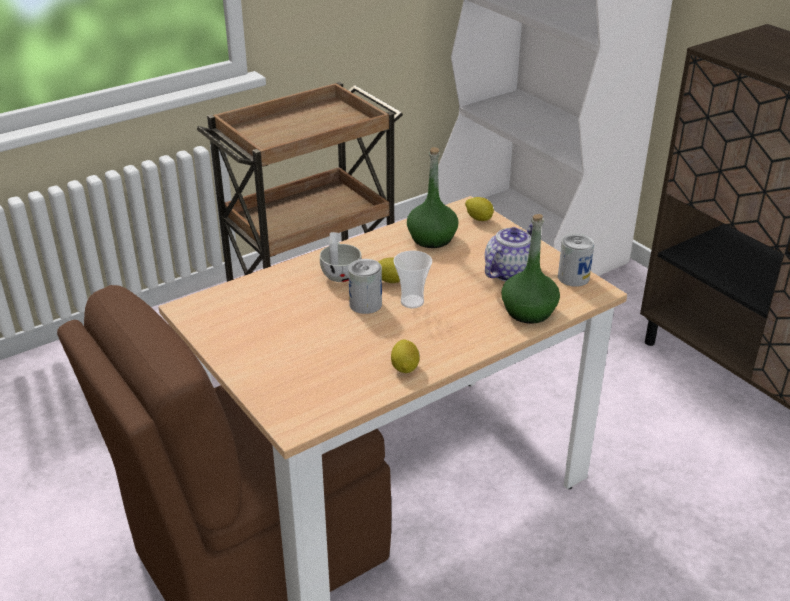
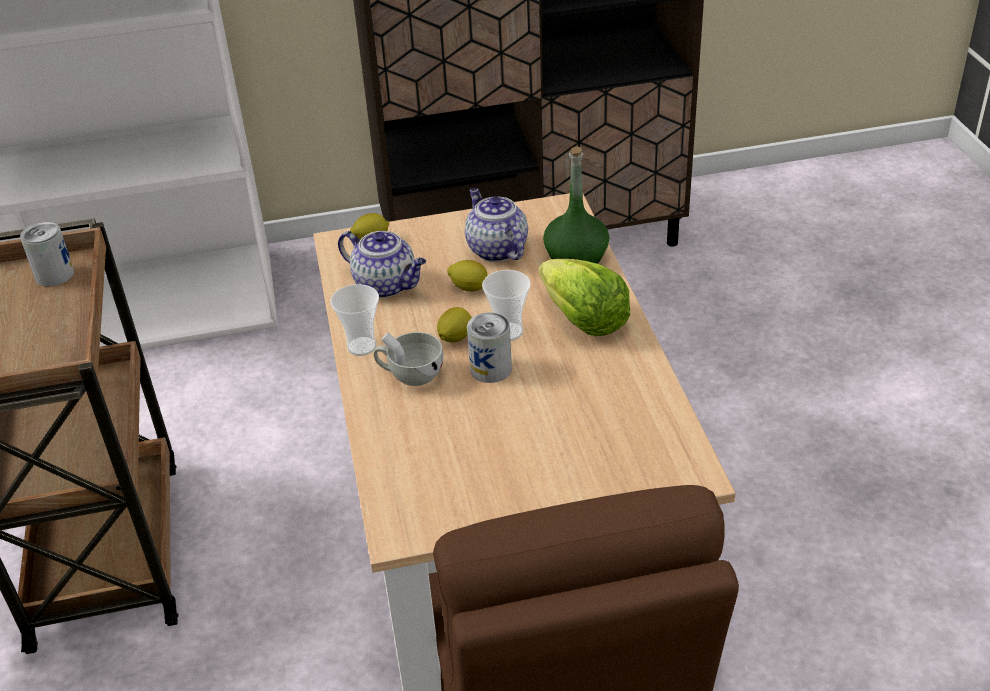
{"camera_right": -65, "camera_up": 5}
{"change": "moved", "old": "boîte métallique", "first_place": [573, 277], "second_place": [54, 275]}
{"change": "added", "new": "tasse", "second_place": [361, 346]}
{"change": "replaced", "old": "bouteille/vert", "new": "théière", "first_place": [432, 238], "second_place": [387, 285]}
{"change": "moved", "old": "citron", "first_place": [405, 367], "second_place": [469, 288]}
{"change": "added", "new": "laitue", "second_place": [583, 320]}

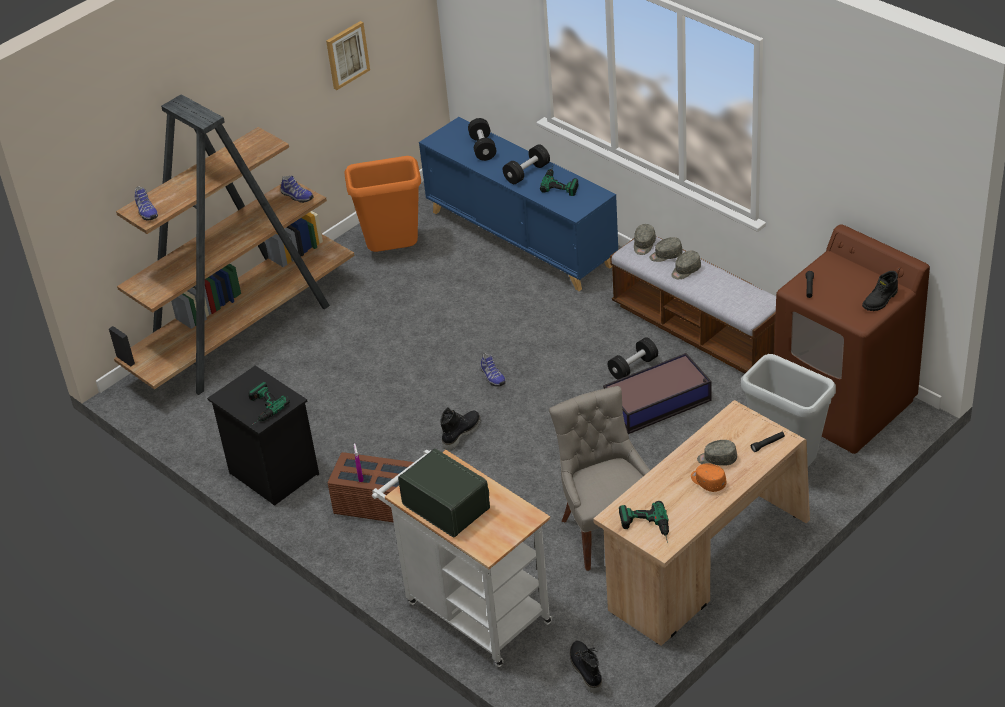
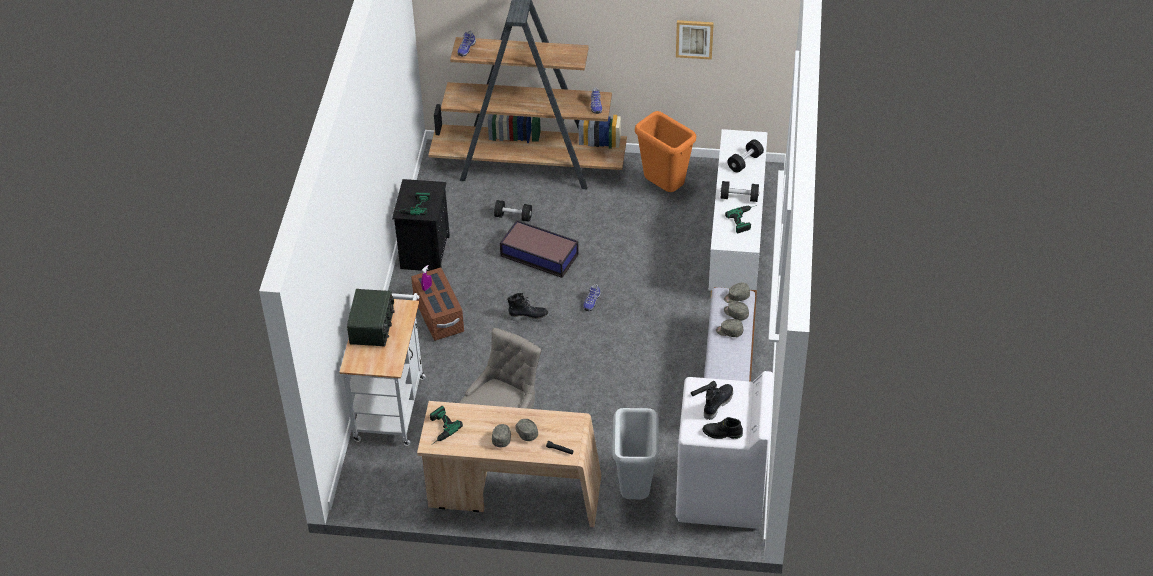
{"camera_right": 50, "camera_up": 5}
{"change": "recoloured", "old": "casquette/orange", "new": "casquette/gris", "first_place": [707, 482], "second_place": [502, 437]}
{"change": "moved", "old": "haltère/noir", "first_place": [633, 367], "second_place": [513, 216]}
{"change": "moved", "old": "boîte de rangement", "first_place": [659, 402], "second_place": [540, 256]}
{"change": "recoloured", "old": "lave-linge/marron", "new": "lave-linge/blanc", "first_place": [844, 405], "second_place": [721, 493]}
{"change": "moved", "old": "botte/noir", "first_place": [585, 670], "second_place": [717, 404]}
{"change": "recoloured", "old": "meuble de rangement/bleu", "new": "meuble de rangement/blanc", "first_place": [521, 239], "second_place": [736, 241]}

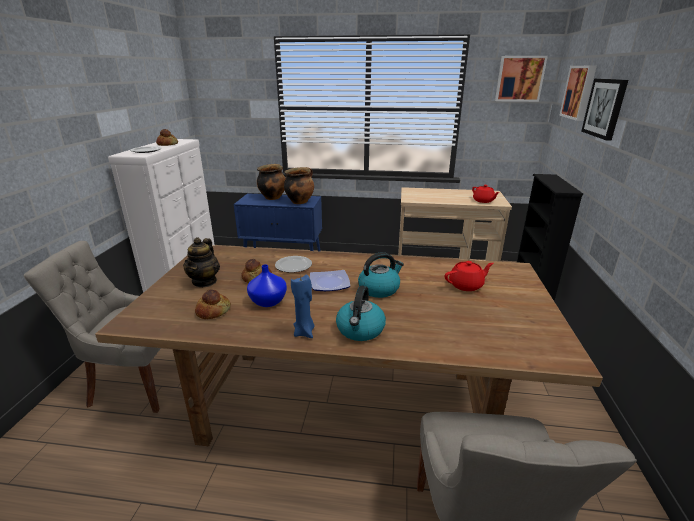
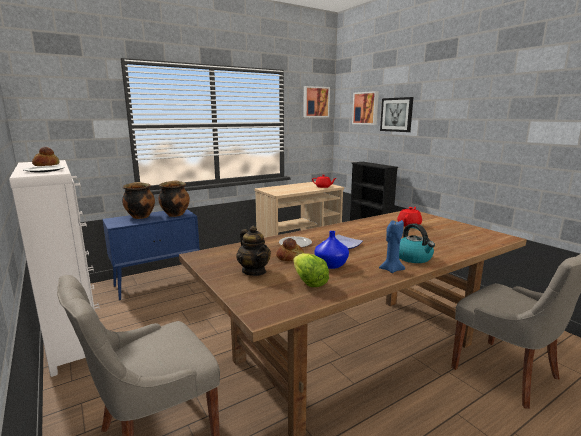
{"camera_right": -40, "camera_up": -10}
{"change": "replaced", "old": "pain", "new": "laitue", "first_place": [213, 311], "second_place": [309, 282]}
{"change": "removed", "old": "bouilloire", "first_place": [379, 289]}

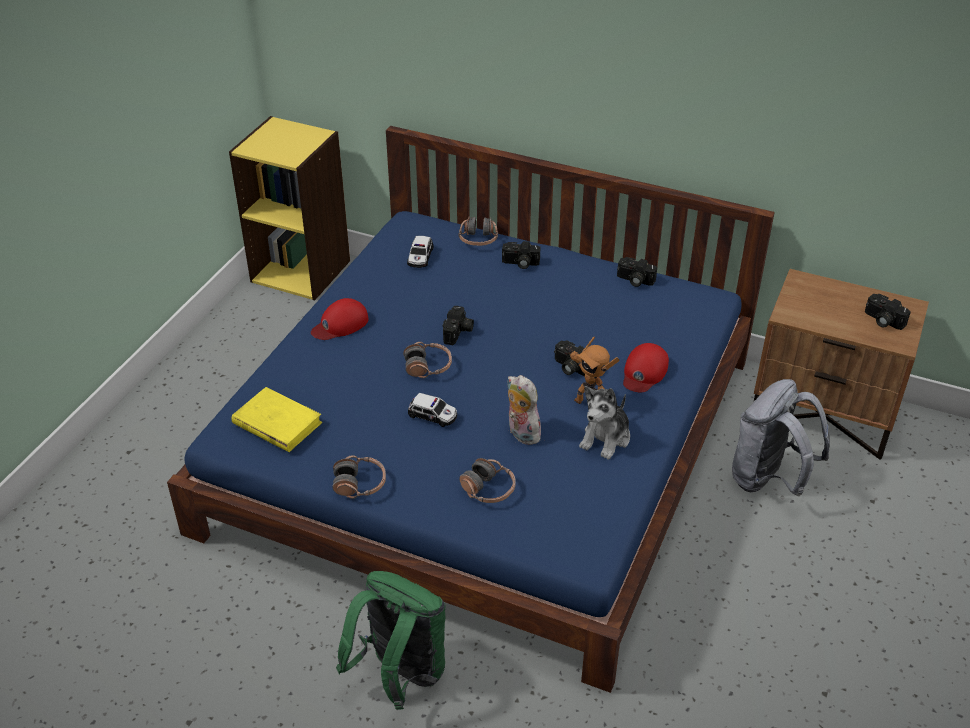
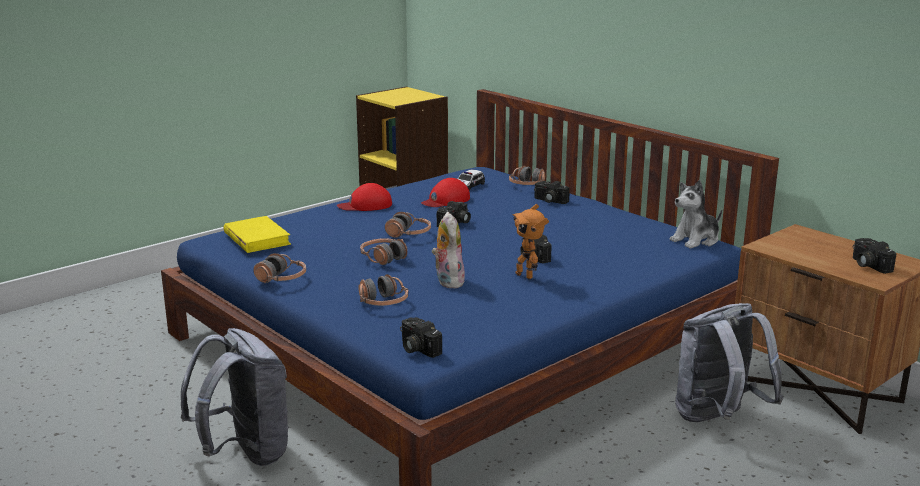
{"camera_right": 25, "camera_up": -20}
{"change": "recoloured", "old": "sac à dos/vert", "new": "sac à dos/gris", "first_place": [400, 675], "second_place": [245, 453]}
{"change": "replaced", "old": "petite voiture", "new": "casque audio", "first_place": [433, 415], "second_place": [383, 258]}
{"change": "moved", "old": "appareil photo", "first_place": [634, 280], "second_place": [416, 348]}
{"change": "moved", "old": "casquette/rouge", "first_place": [644, 372], "second_place": [445, 200]}
{"change": "moved", "old": "peluche", "first_place": [606, 438], "second_place": [696, 240]}

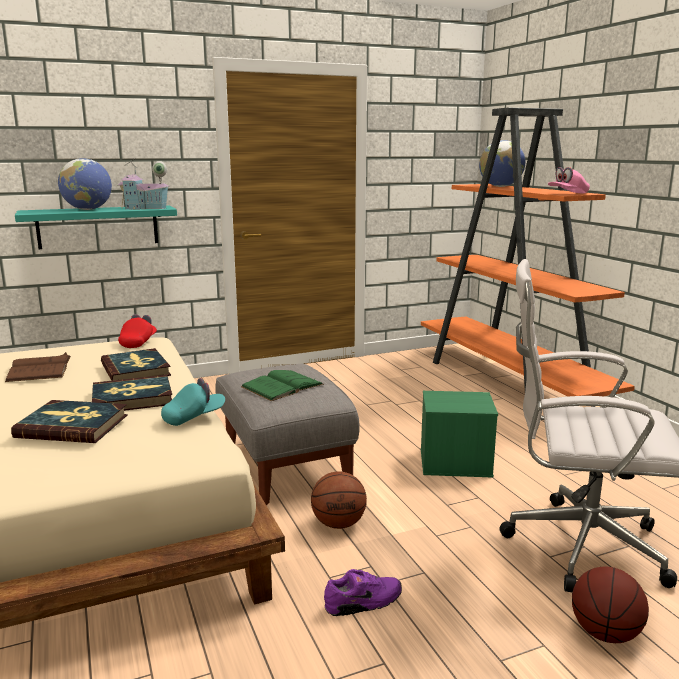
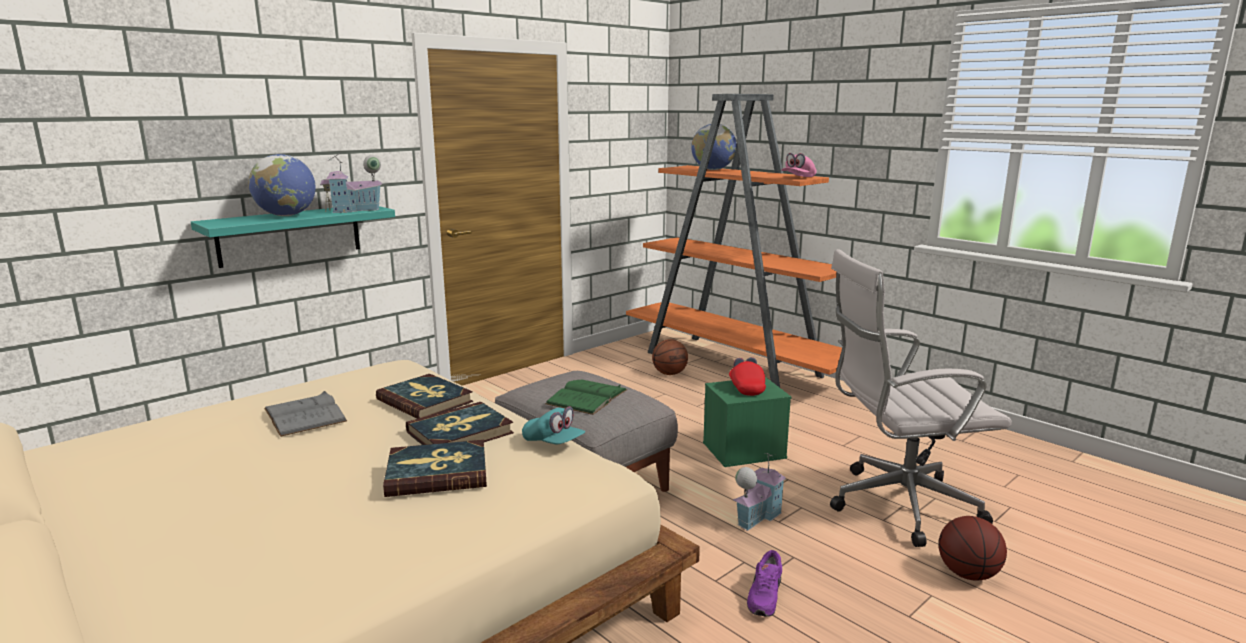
{"camera_right": -20, "camera_up": 0}
{"change": "recoloured", "old": "livre/marron", "new": "livre/gris", "first_place": [39, 368], "second_place": [305, 415]}
{"change": "turned", "old": "casquette/turquoise", "first_place": [194, 417], "second_place": [553, 443], "degrees": 90}
{"change": "moved", "old": "ballon de basket", "first_place": [339, 523], "second_place": [669, 373]}
{"change": "moved", "old": "casquette/rouge", "first_place": [138, 342], "second_place": [746, 388]}
{"change": "added", "new": "maison miniature", "second_place": [756, 516]}
{"change": "turned", "old": "chaussure/violet", "first_place": [364, 603], "second_place": [764, 596], "degrees": 150}

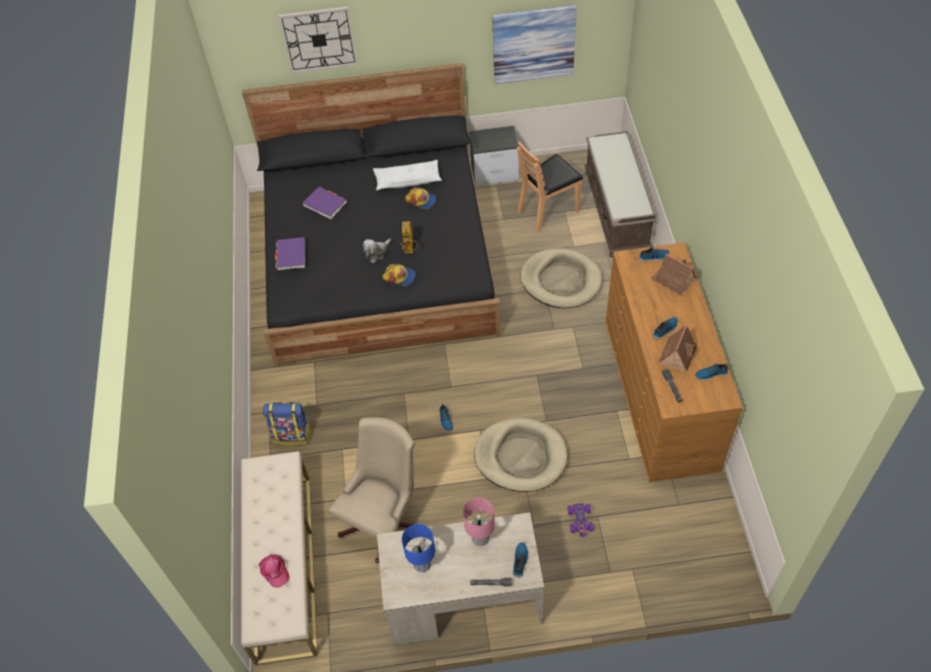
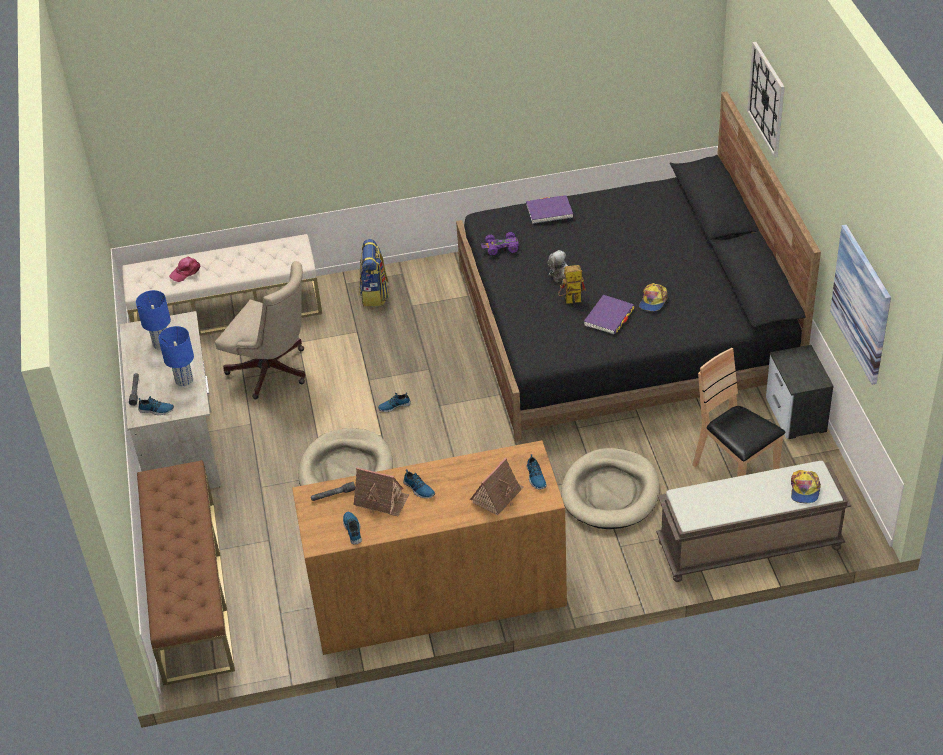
{"camera_right": 85, "camera_up": -10}
{"change": "added", "new": "banc/marron", "second_place": [189, 590]}
{"change": "recoloured", "old": "lampe de table/rose", "new": "lampe de table/bleu", "first_place": [481, 538], "second_place": [183, 380]}
{"change": "moved", "old": "petite voiture/violet", "first_place": [580, 521], "second_place": [501, 247]}
{"change": "moved", "old": "livre/violet", "first_place": [325, 204], "second_place": [609, 317]}
{"change": "moved", "old": "casquette", "first_place": [399, 277], "second_place": [804, 489]}
{"change": "removed", "old": "coussin/blanc", "first_place": [408, 180]}

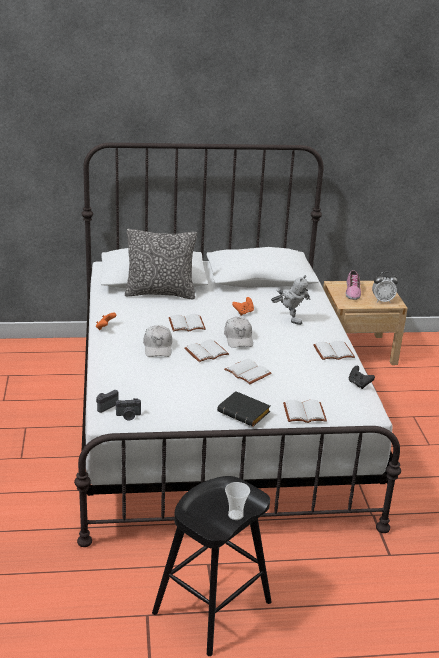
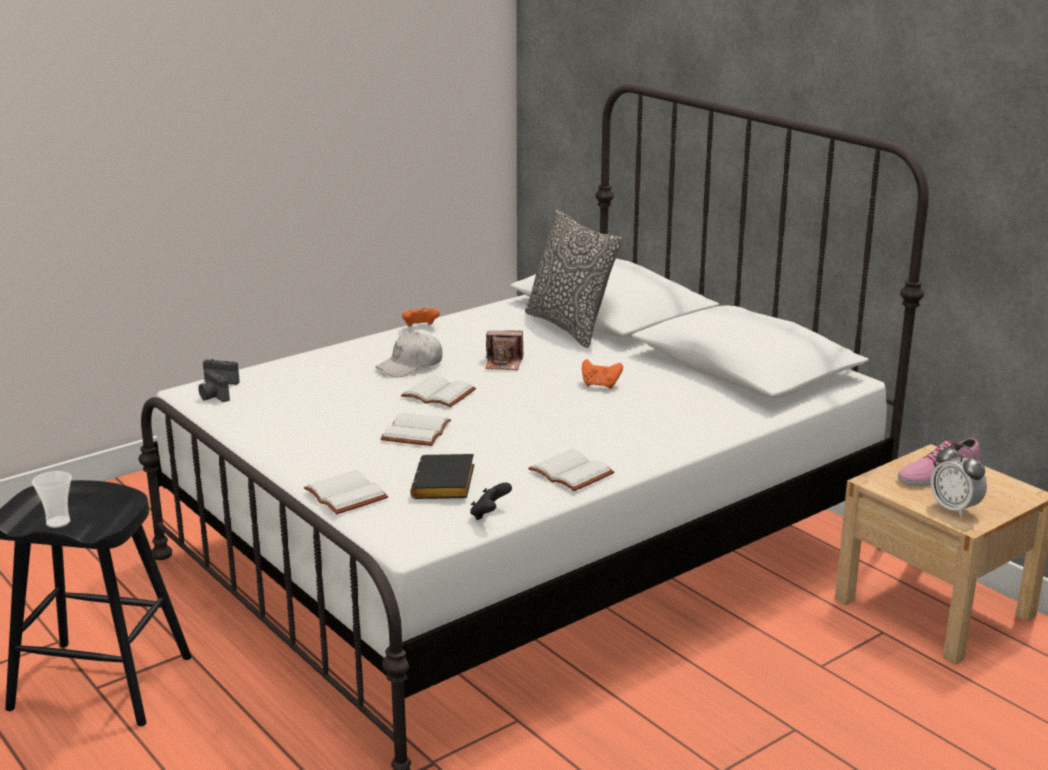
{"camera_right": 60, "camera_up": -5}
{"change": "moved", "old": "livre/noir", "first_place": [245, 413], "second_place": [445, 485]}
{"change": "replaced", "old": "livre/blanc", "new": "appareil photo", "first_place": [187, 324], "second_place": [504, 363]}
{"change": "removed", "old": "casquette/blanc", "first_place": [238, 338]}
{"change": "removed", "old": "robot jouet", "first_place": [289, 319]}

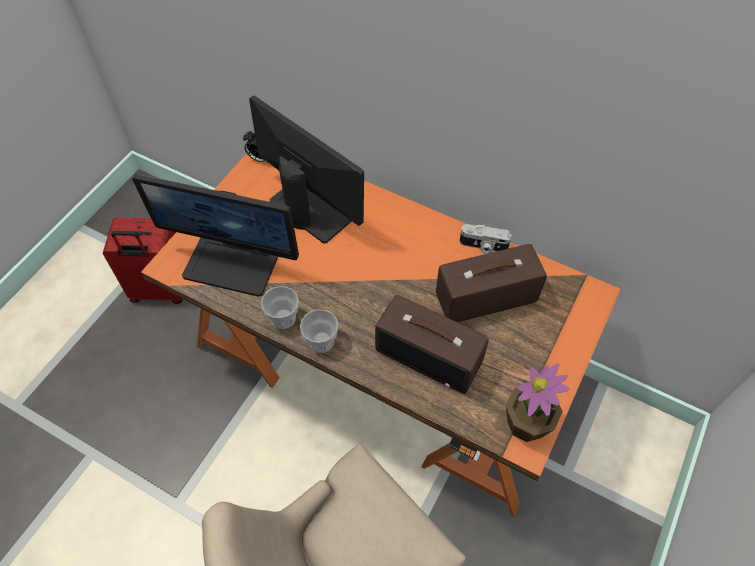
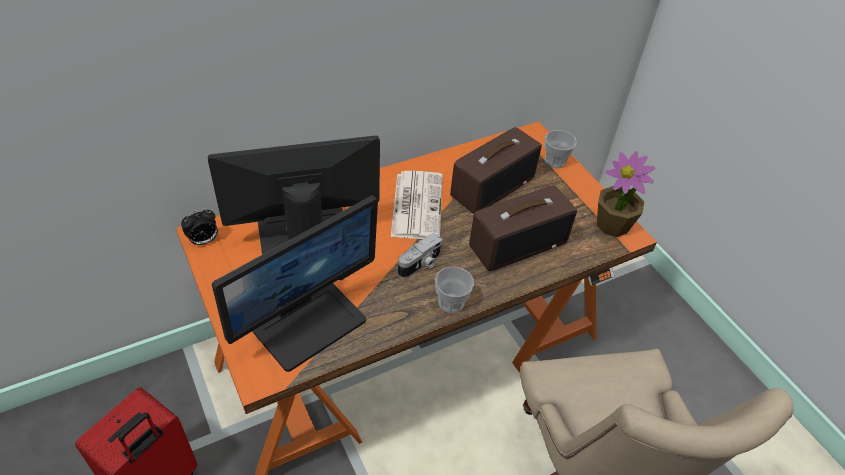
{"camera_right": -60, "camera_up": -10}
{"change": "added", "new": "journal", "second_place": [416, 204]}
{"change": "moved", "old": "appareil photo", "first_place": [483, 246], "second_place": [421, 264]}
{"change": "turned", "old": "radio", "first_place": [485, 299], "second_place": [492, 186], "degrees": -150}
{"change": "moved", "old": "tasse", "first_place": [283, 318], "second_place": [555, 161]}

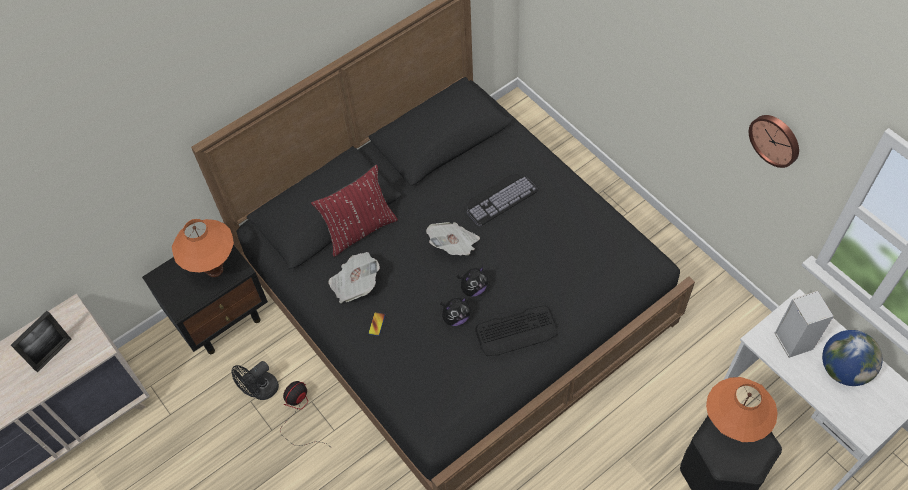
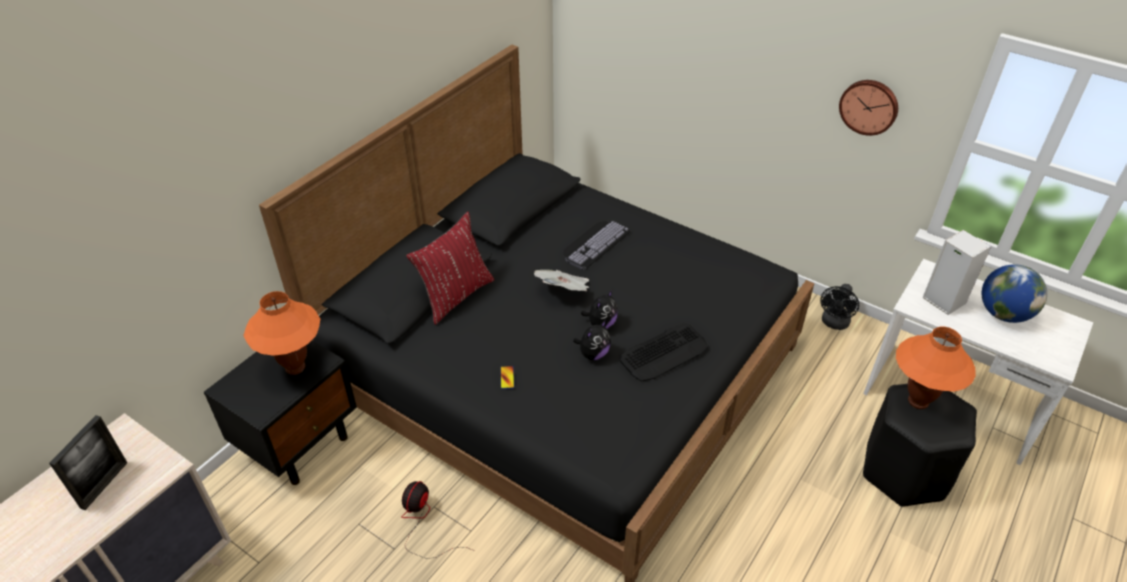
{"camera_right": -20, "camera_up": -15}
{"change": "moved", "old": "ventilateur/noir", "first_place": [260, 390], "second_place": [834, 323]}
{"change": "removed", "old": "journal", "first_place": [355, 284]}

